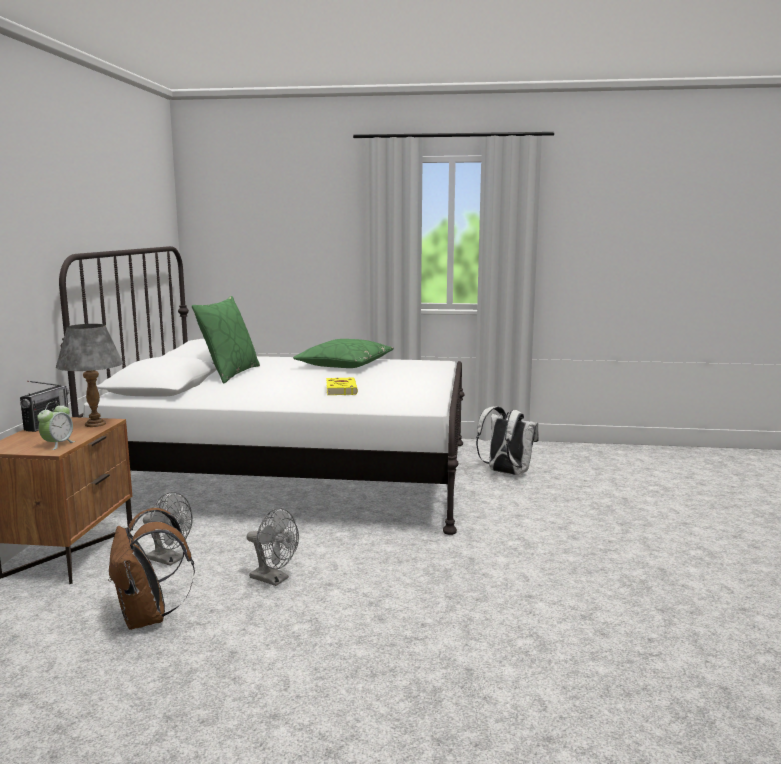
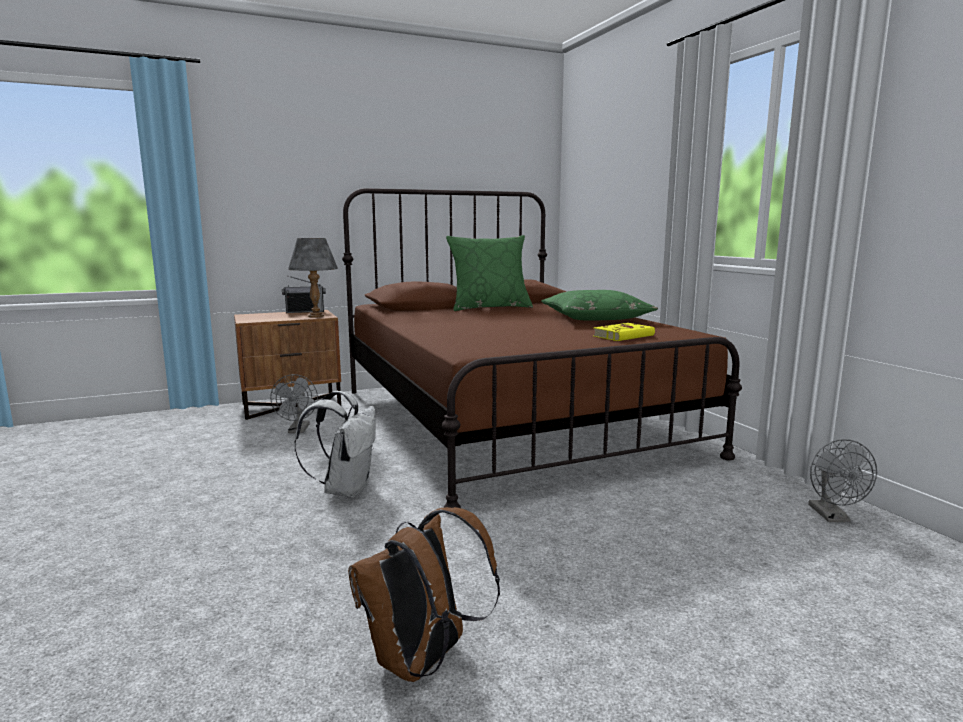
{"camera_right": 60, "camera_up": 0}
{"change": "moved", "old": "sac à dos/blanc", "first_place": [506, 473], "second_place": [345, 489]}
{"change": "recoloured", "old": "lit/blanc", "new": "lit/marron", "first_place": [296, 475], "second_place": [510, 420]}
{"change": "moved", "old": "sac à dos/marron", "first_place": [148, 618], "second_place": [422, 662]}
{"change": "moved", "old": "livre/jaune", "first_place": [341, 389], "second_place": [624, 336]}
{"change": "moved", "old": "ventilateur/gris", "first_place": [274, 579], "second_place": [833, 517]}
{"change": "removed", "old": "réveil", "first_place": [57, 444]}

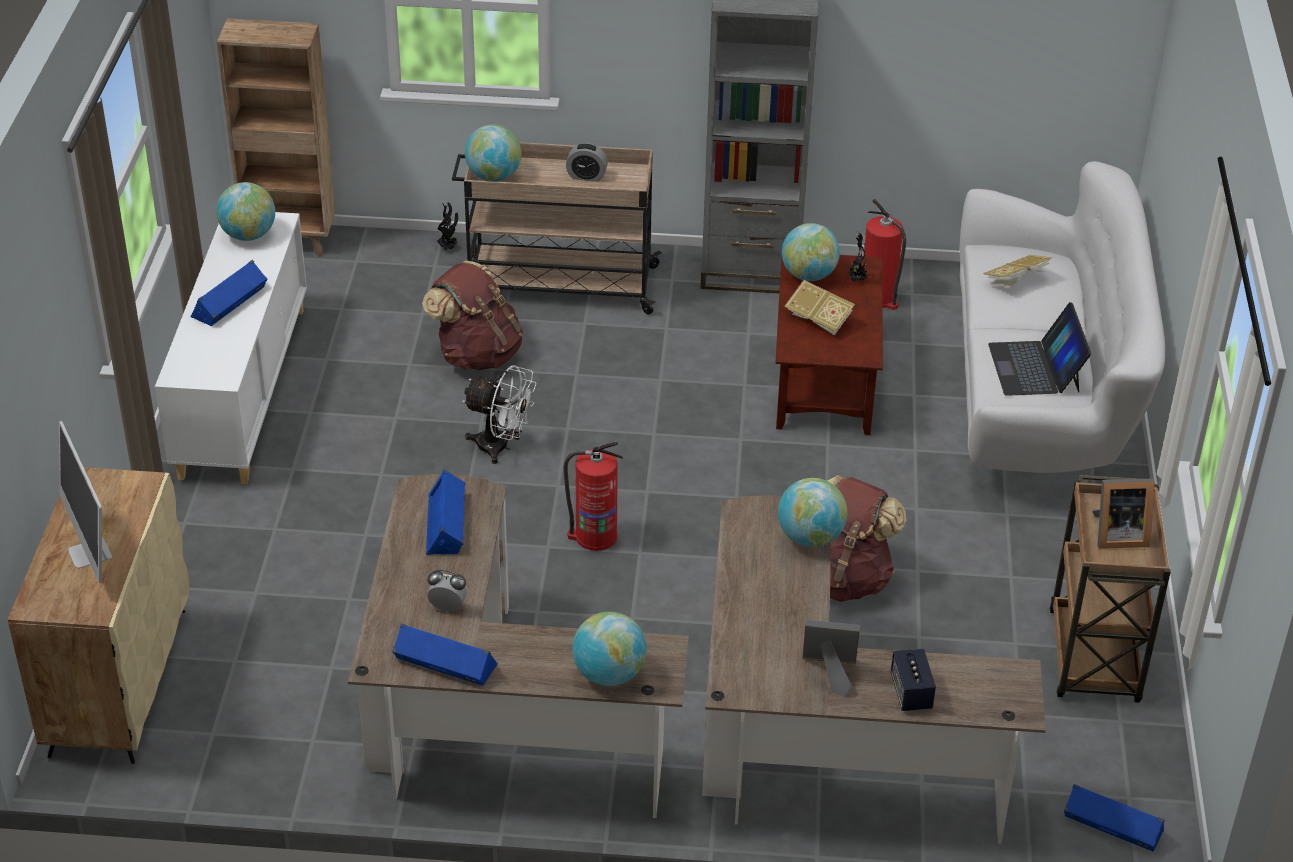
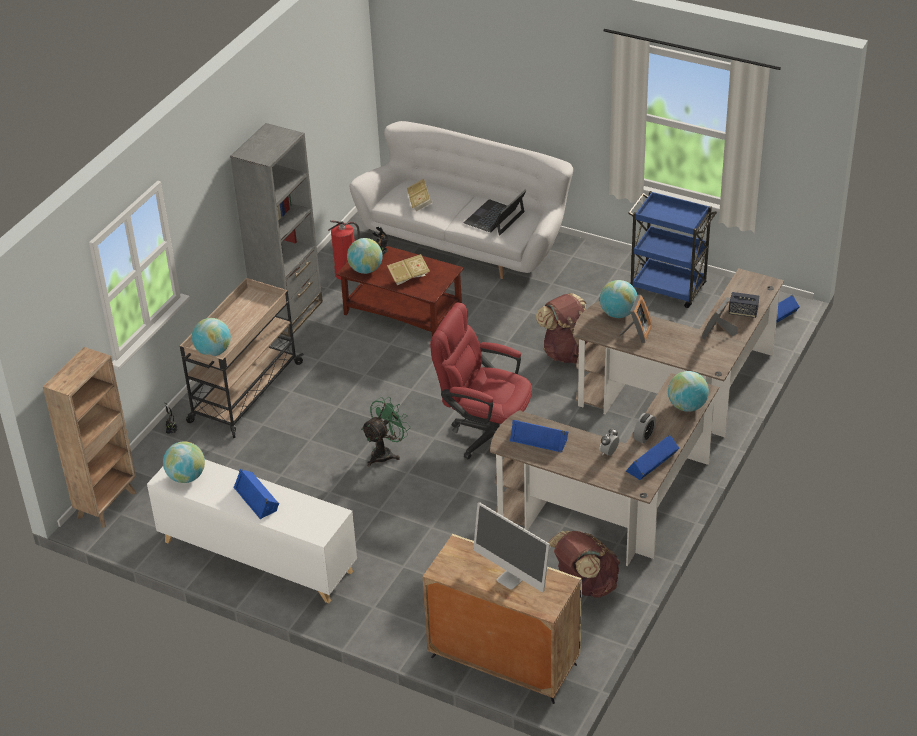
{"camera_right": -65, "camera_up": 0}
{"change": "recoloured", "old": "ventilateur/blanc", "new": "ventilateur/vert", "first_place": [501, 447], "second_place": [385, 453]}
{"change": "replaced", "old": "extincteur", "new": "chaise de bureau/rouge", "first_place": [594, 536], "second_place": [485, 434]}
{"change": "turned", "old": "ordinateur portable", "first_place": [1035, 368], "second_place": [495, 218], "degrees": 105}
{"change": "turned", "old": "écran d'ordinateur", "first_place": [90, 553], "second_place": [511, 578], "degrees": 45}
{"change": "moved", "old": "sac à dos/marron", "first_place": [477, 354], "second_place": [585, 584]}
{"change": "moved", "old": "cadre photo", "first_place": [1116, 535], "second_place": [636, 334]}
{"change": "recoloured", "old": "chariot/marron", "new": "chariot/bleu", "first_place": [1094, 659], "second_place": [668, 288]}
{"change": "moved", "old": "réveil", "first_place": [586, 176], "second_place": [644, 436]}

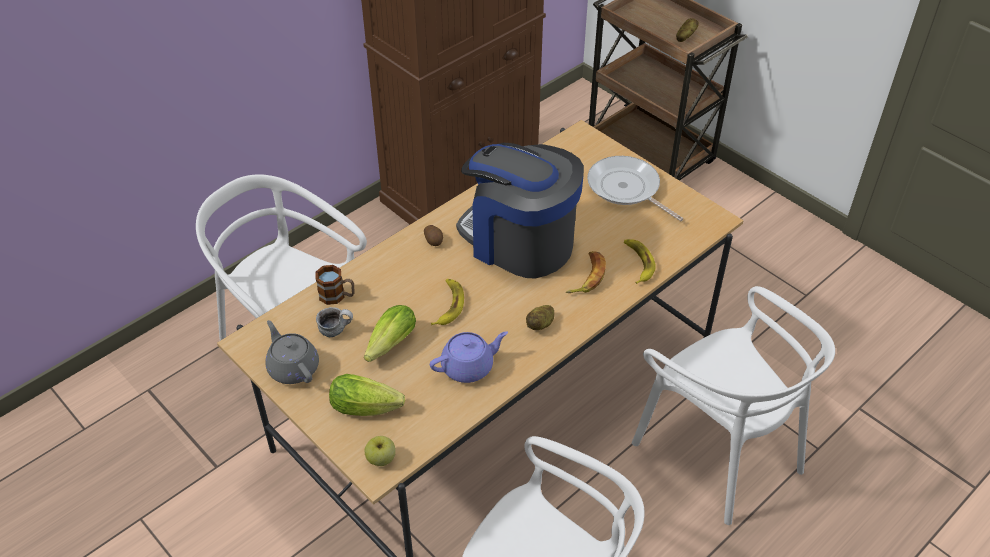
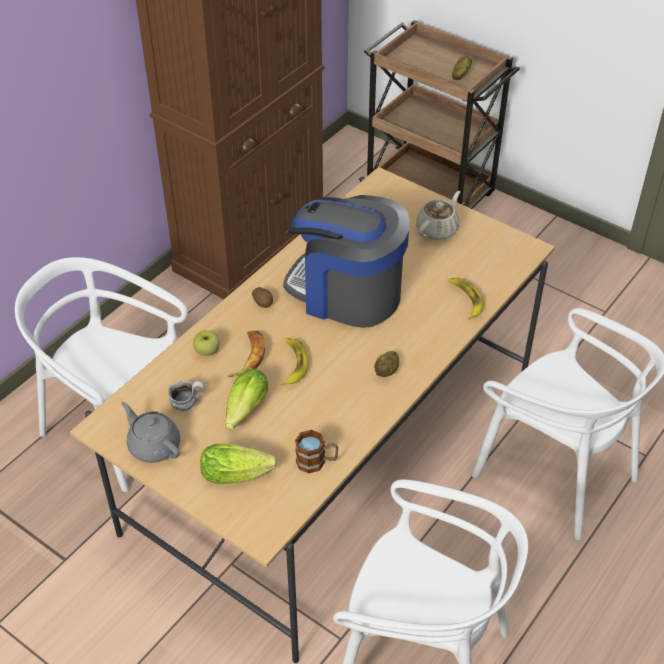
{"camera_right": -10, "camera_up": 0}
{"change": "moved", "old": "pomme", "first_place": [381, 459], "second_place": [207, 351]}
{"change": "moved", "old": "banane", "first_place": [587, 276], "second_place": [247, 357]}
{"change": "moved", "old": "mug", "first_place": [337, 296], "second_place": [317, 462]}
{"change": "replaced", "old": "poêle", "new": "théière/beige", "first_place": [626, 189], "second_place": [438, 229]}
{"change": "removed", "old": "théière/violet", "first_place": [468, 367]}

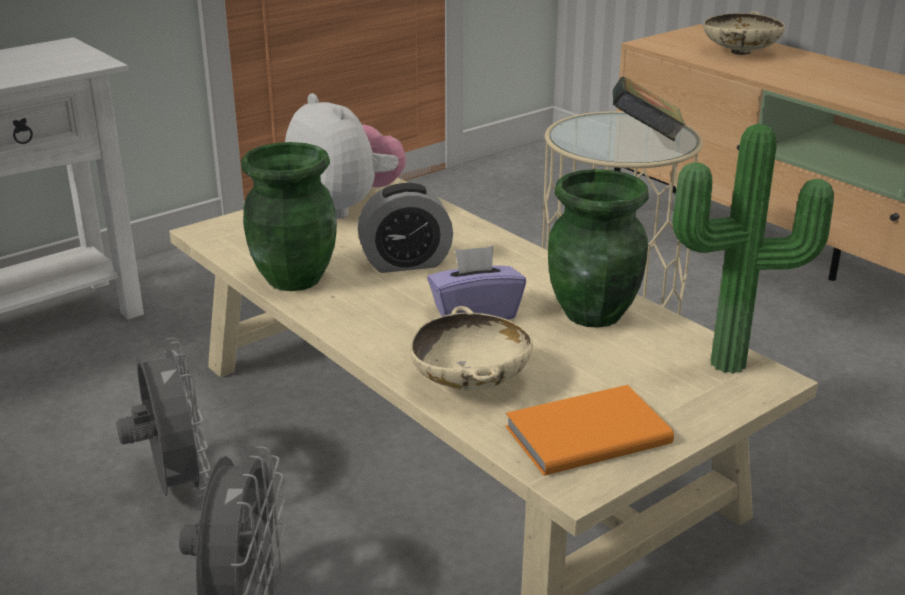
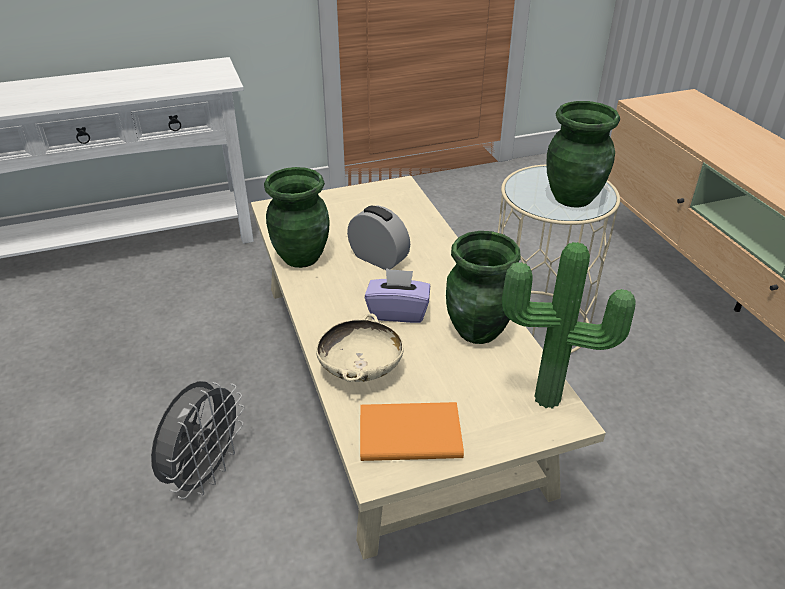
{"camera_right": 20, "camera_up": 10}
{"change": "turned", "old": "réveil", "first_place": [405, 263], "second_place": [378, 259], "degrees": -150}
{"change": "replaced", "old": "livre", "new": "vase/vert", "first_place": [644, 140], "second_place": [573, 198]}
{"change": "removed", "old": "ventilateur/gris", "first_place": [175, 486]}
{"change": "removed", "old": "peluche", "first_place": [345, 207]}
{"change": "removed", "old": "bol/beige", "first_place": [740, 52]}

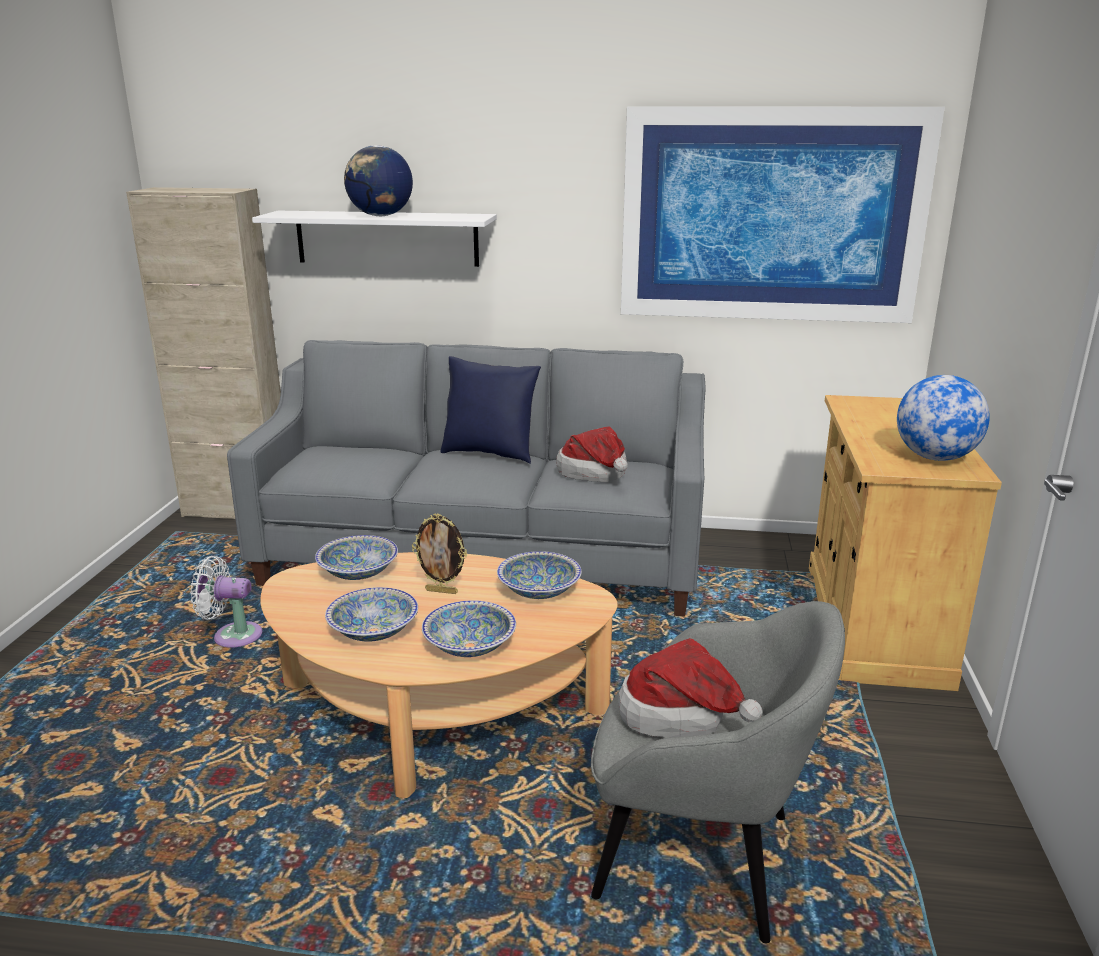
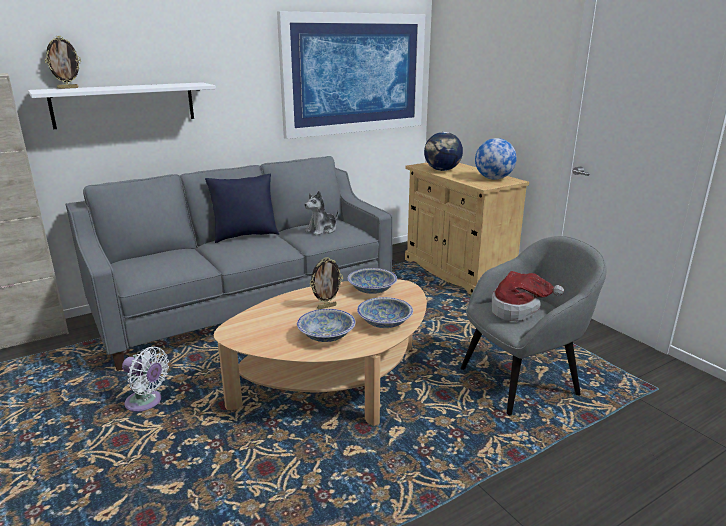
{"camera_right": -40, "camera_up": 0}
{"change": "added", "new": "cadre photo", "second_place": [68, 88]}
{"change": "turned", "old": "ventilateur/blanc", "first_place": [233, 636], "second_place": [146, 403], "degrees": -120}
{"change": "replaced", "old": "chapeau", "new": "peluche", "first_place": [595, 474], "second_place": [322, 230]}
{"change": "moved", "old": "globe", "first_place": [380, 216], "second_place": [442, 170]}
{"change": "removed", "old": "bol", "first_place": [358, 572]}

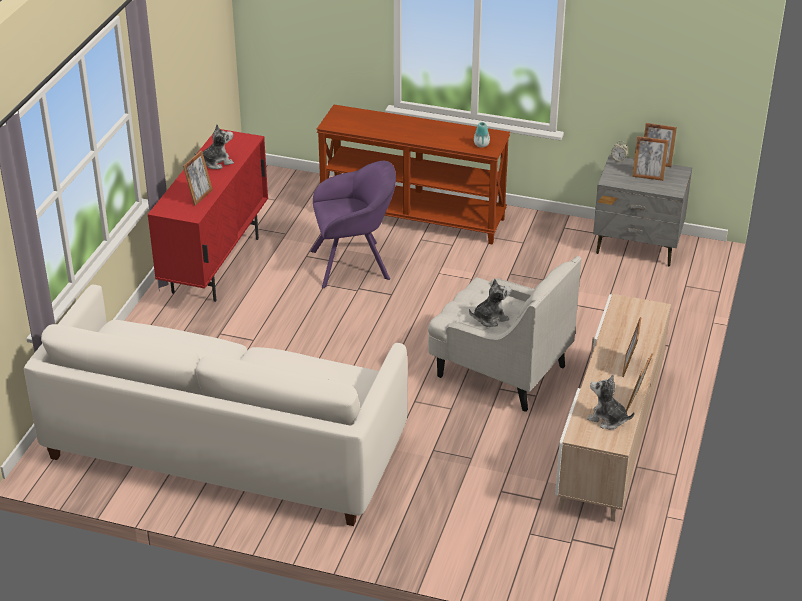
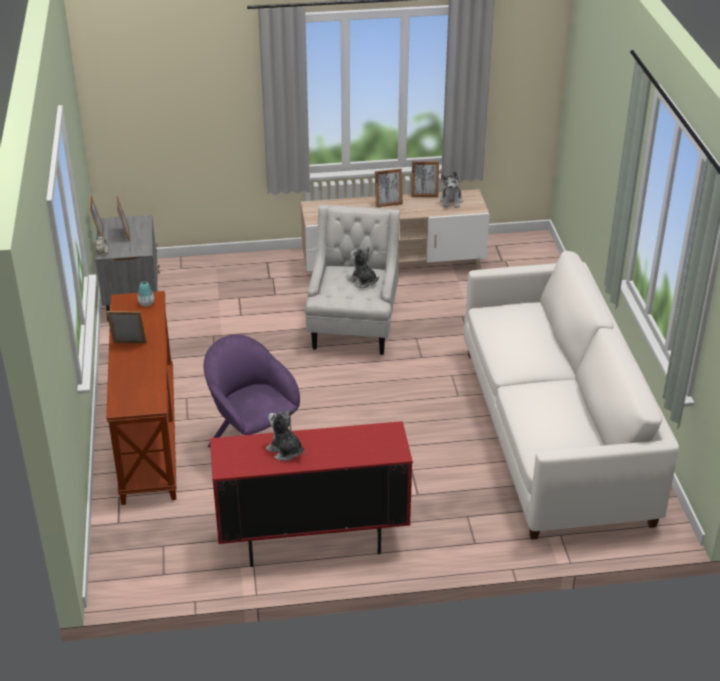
{"camera_right": -115, "camera_up": 0}
{"change": "moved", "old": "cadre photo", "first_place": [199, 196], "second_place": [129, 345]}

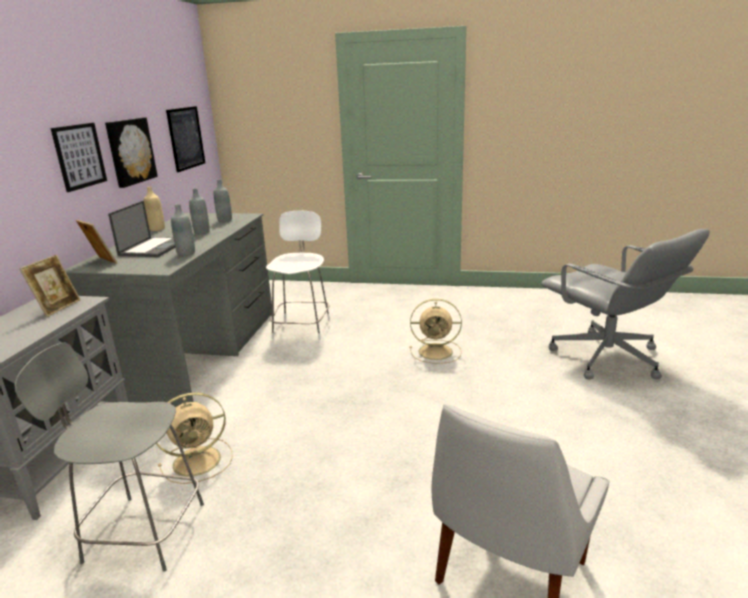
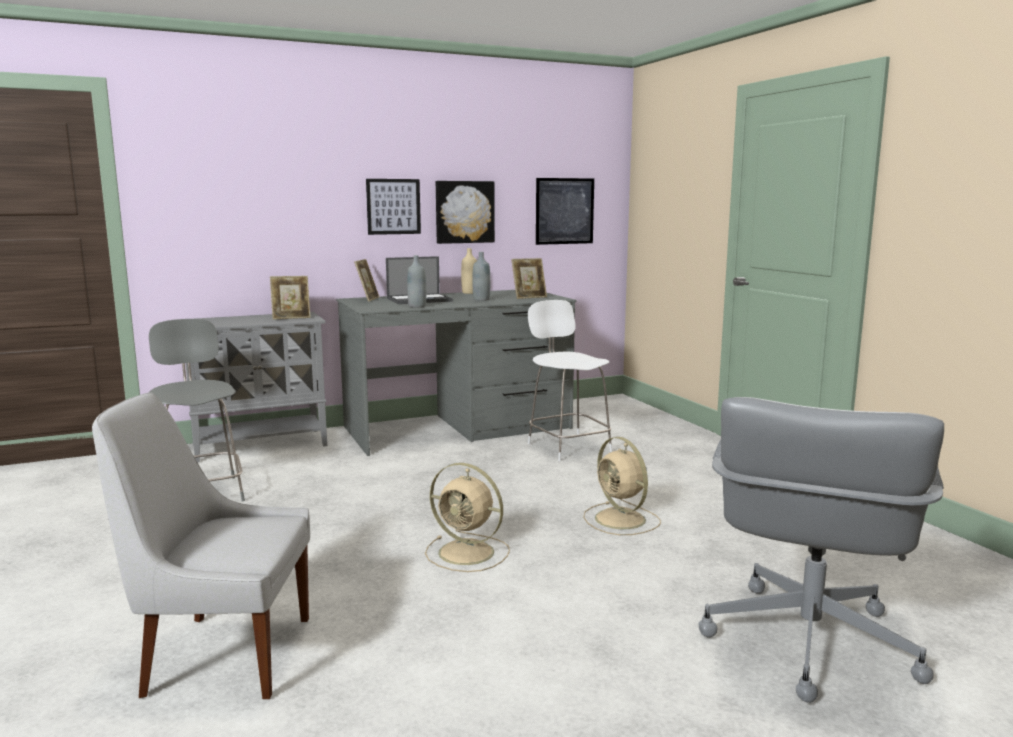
{"camera_right": 55, "camera_up": -10}
{"change": "moved", "old": "ventilateur/beige", "first_place": [199, 460], "second_place": [468, 553]}
{"change": "replaced", "old": "bouteille/gris", "new": "cadre photo", "first_place": [225, 220], "second_place": [529, 297]}
{"change": "turned", "old": "chaise/blanc", "first_place": [302, 327], "second_place": [567, 446], "degrees": -90}

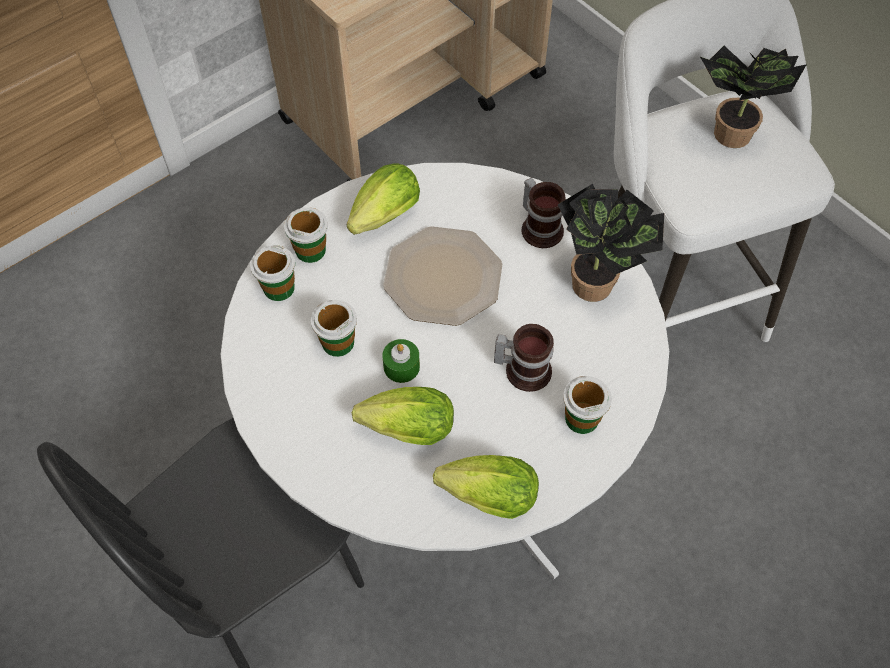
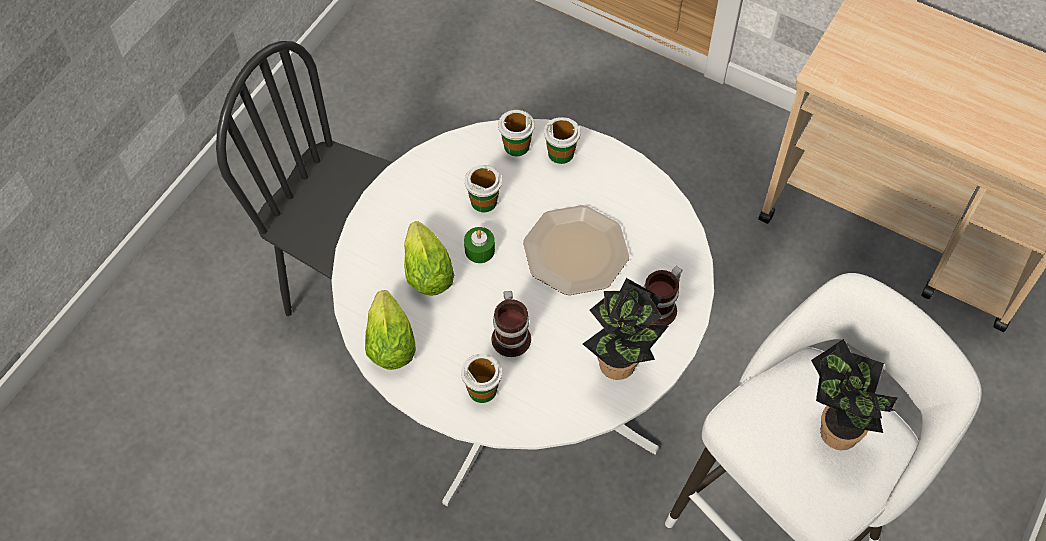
{"camera_right": 70, "camera_up": 0}
{"change": "removed", "old": "laitue", "first_place": [382, 219]}

